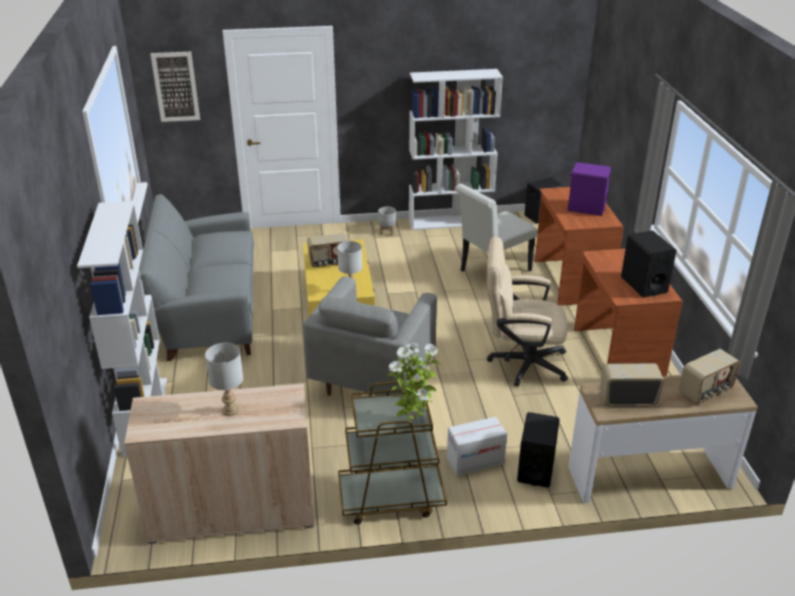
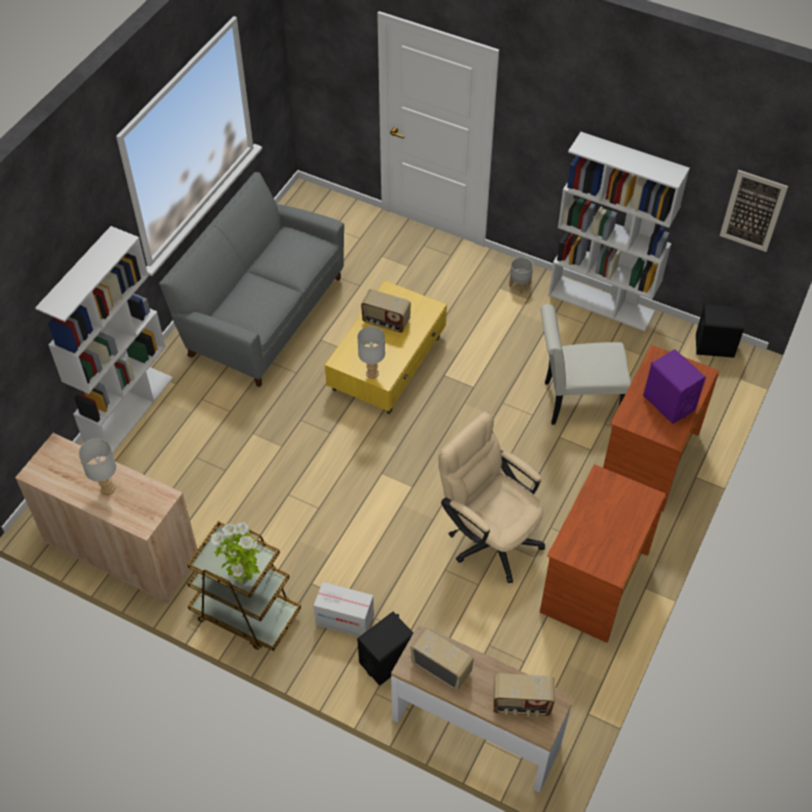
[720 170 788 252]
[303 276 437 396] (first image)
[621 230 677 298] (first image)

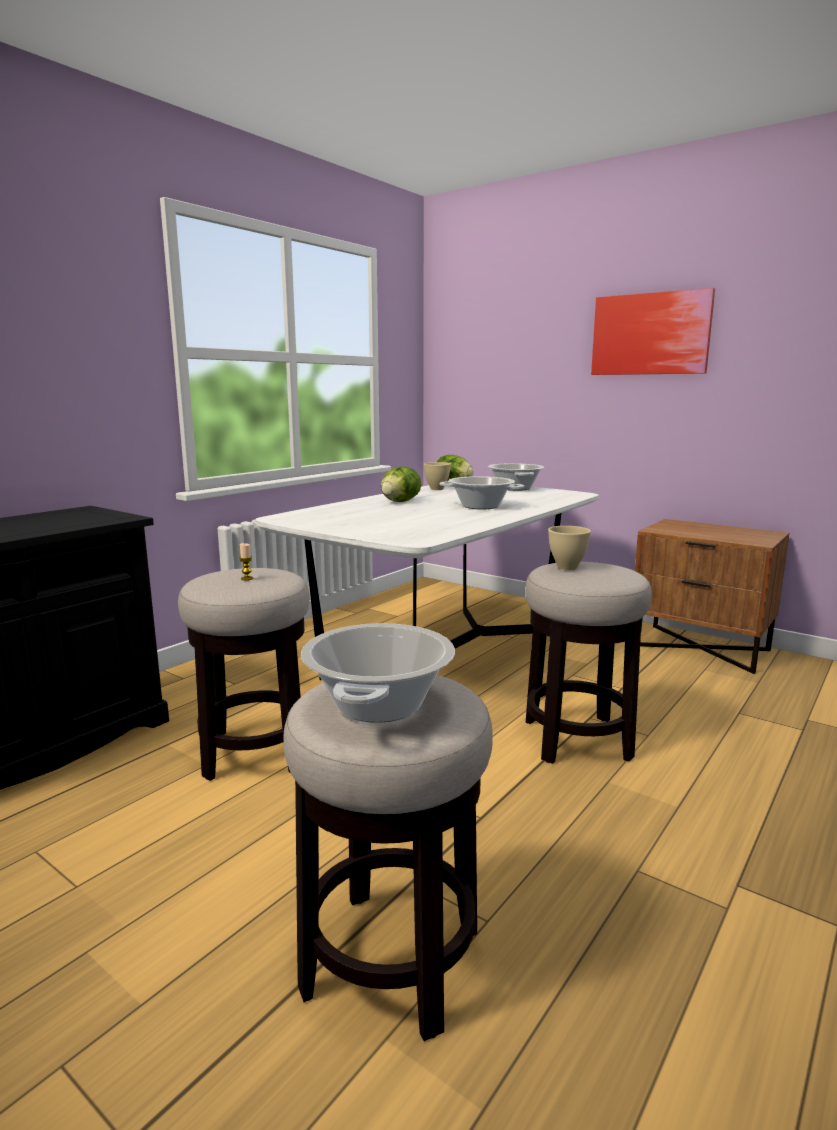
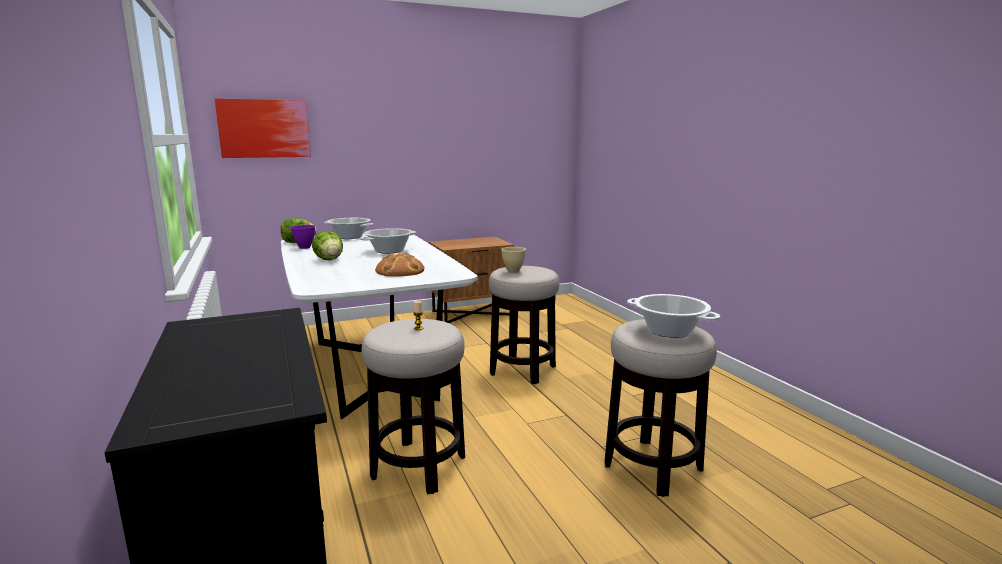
[215 98 311 158]
[291 225 315 249]
[375 252 425 277]

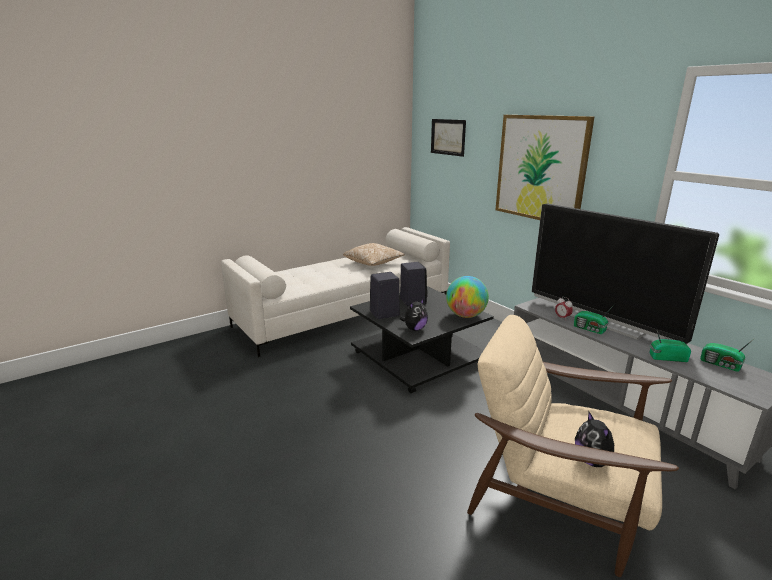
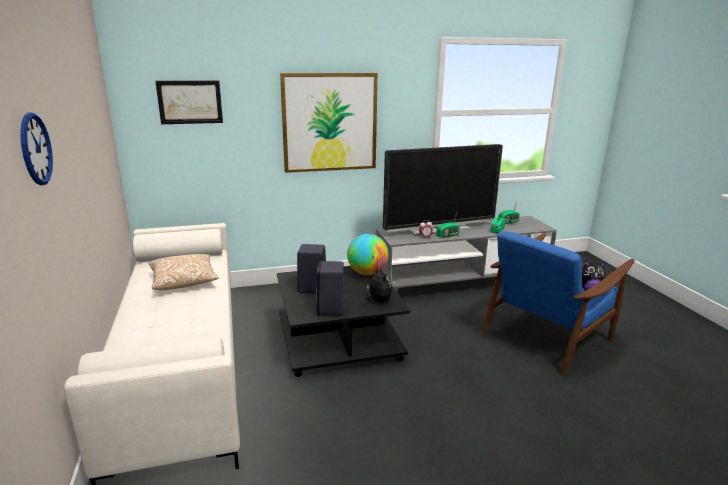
[20 112 53 185]
[482 232 635 376]

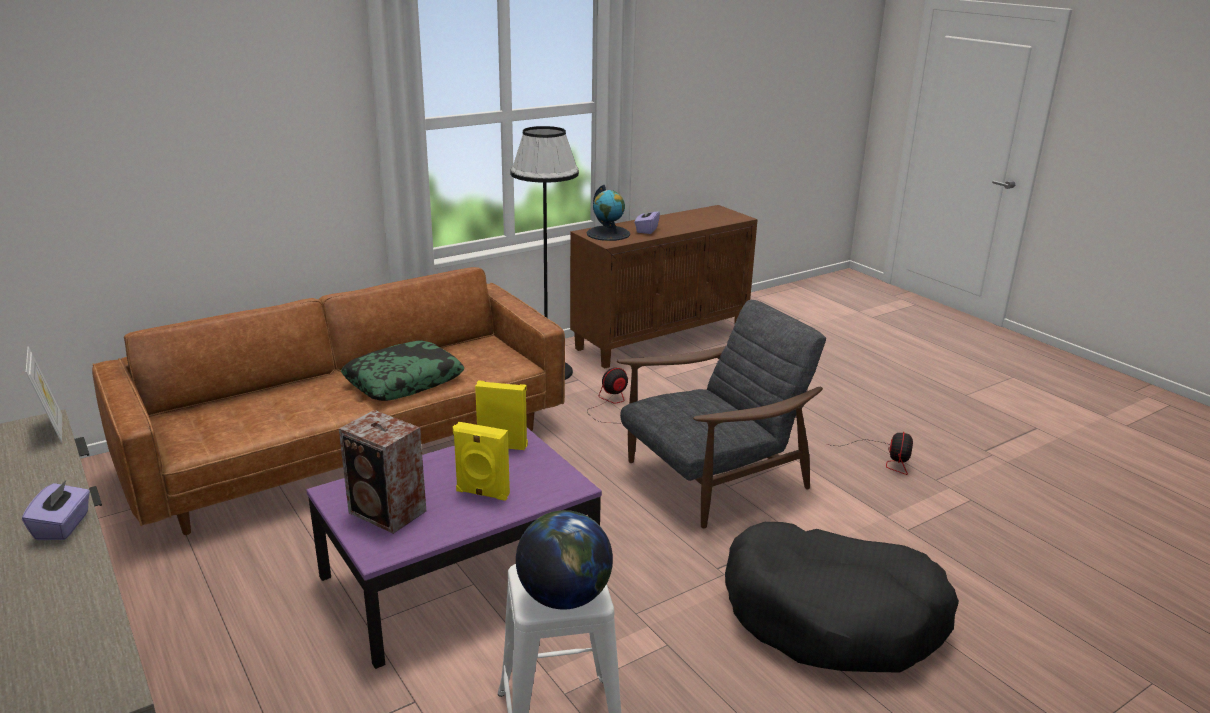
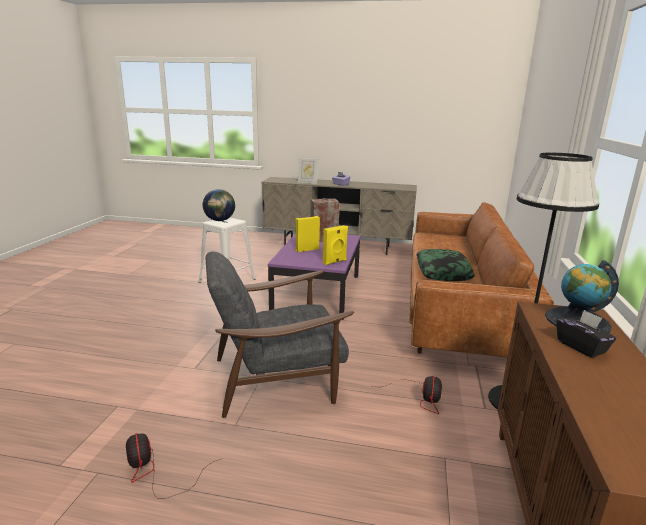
[206 252 354 418]
[297 156 319 184]
[557 310 616 358]
[725 522 959 672] (first image)

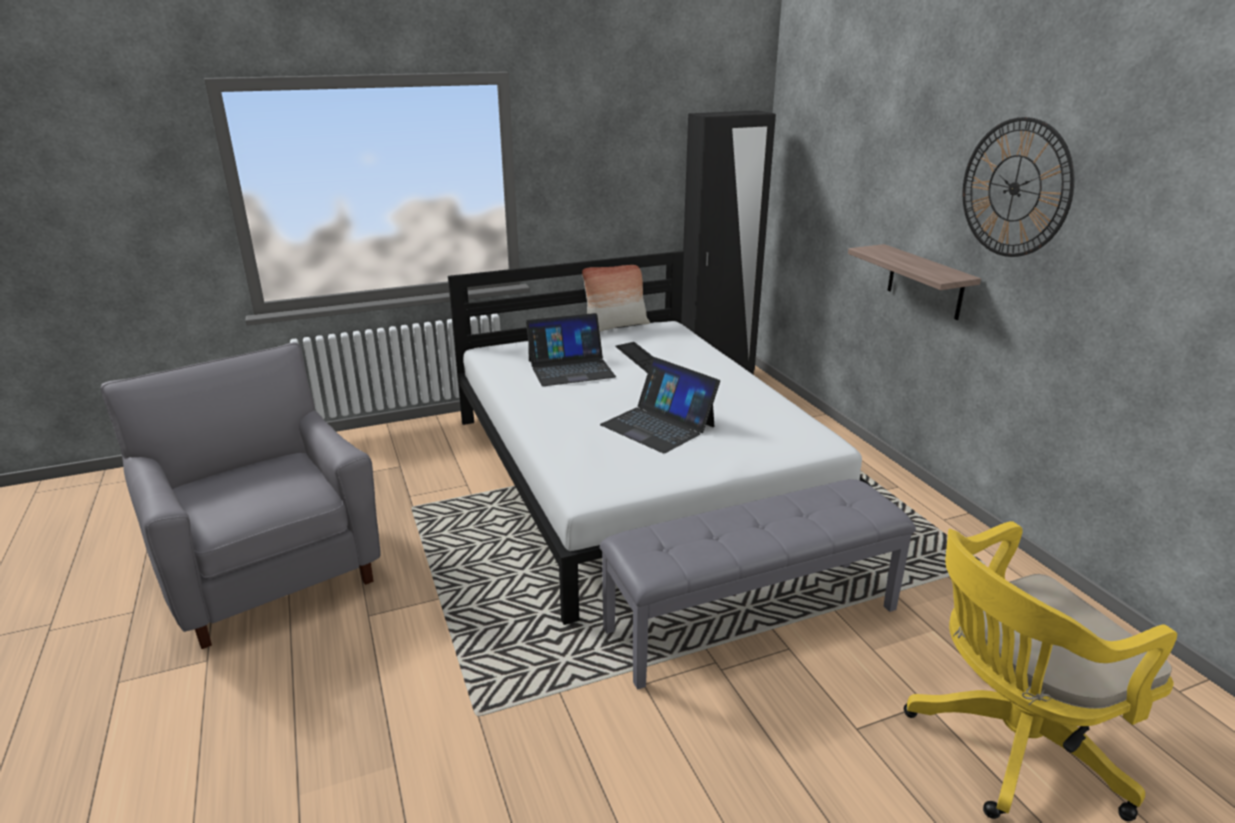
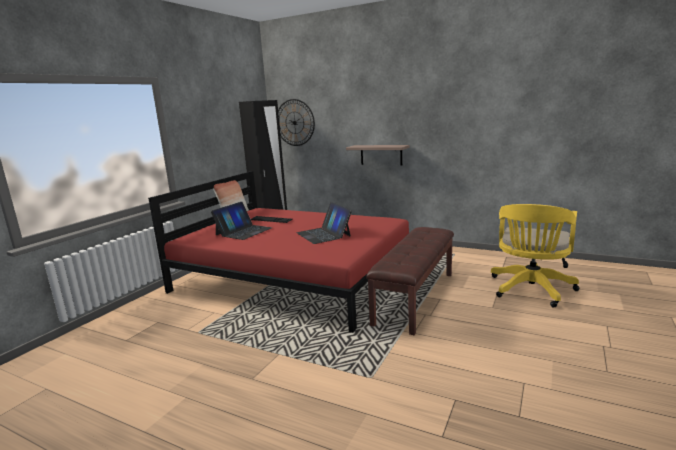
[148 171 409 333]
[278 99 315 146]
[297 202 352 244]
[366 227 454 335]
[101 342 381 649] (first image)

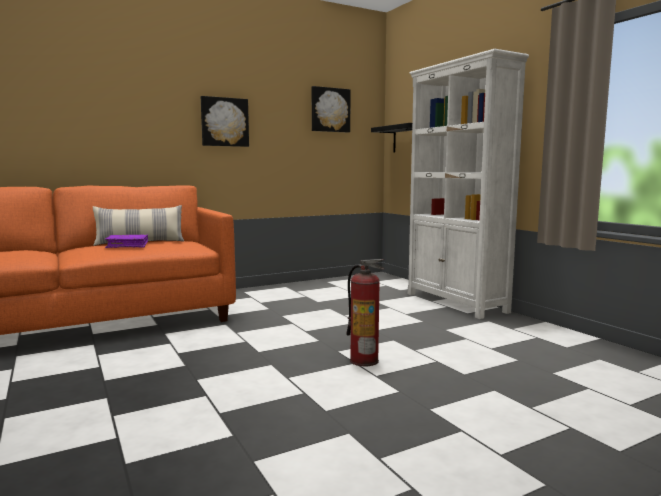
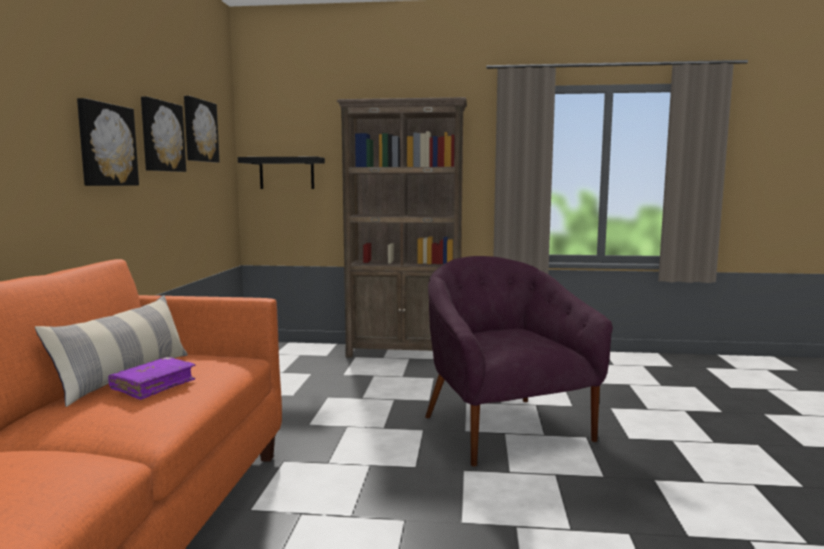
[141 97 186 172]
[337 97 467 358]
[425 256 613 466]

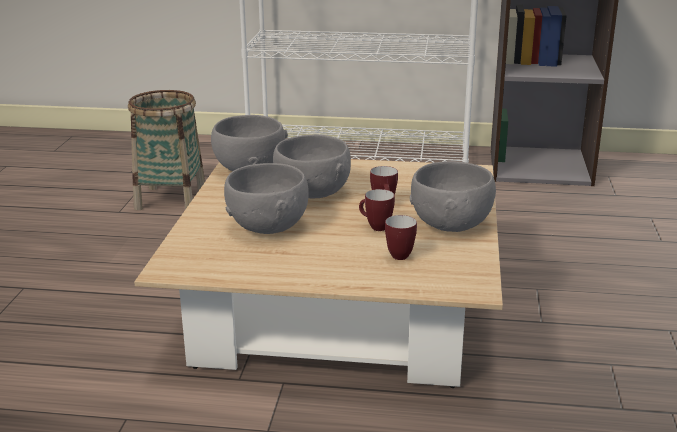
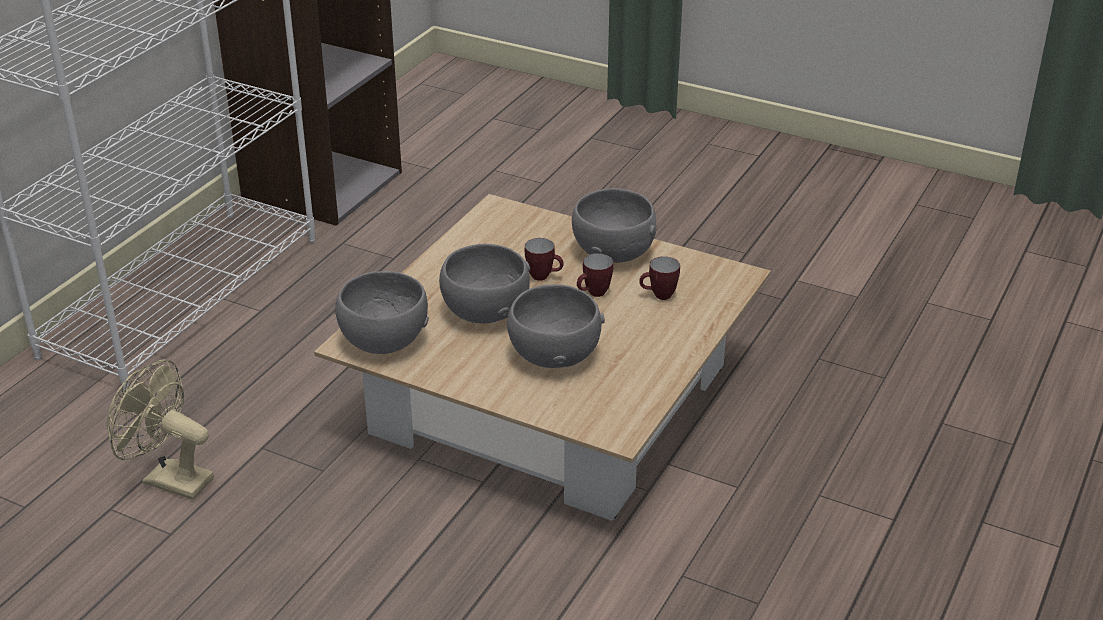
[107 359 214 500]

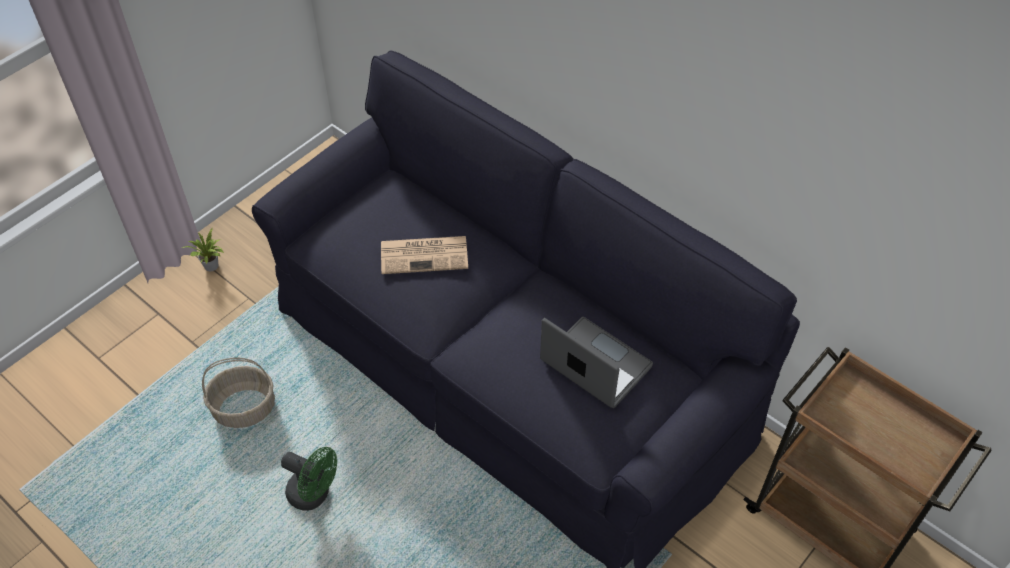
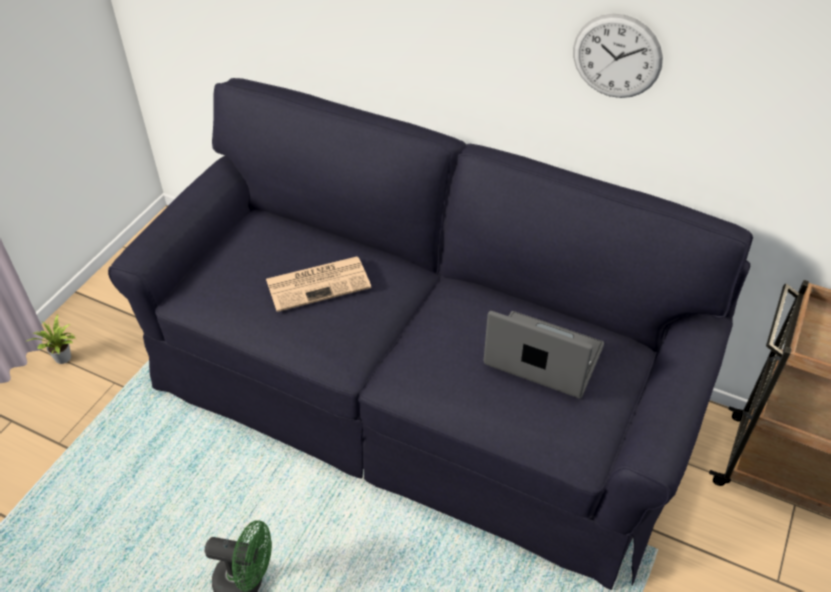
[573 14 663 98]
[202 357 275 428] (first image)

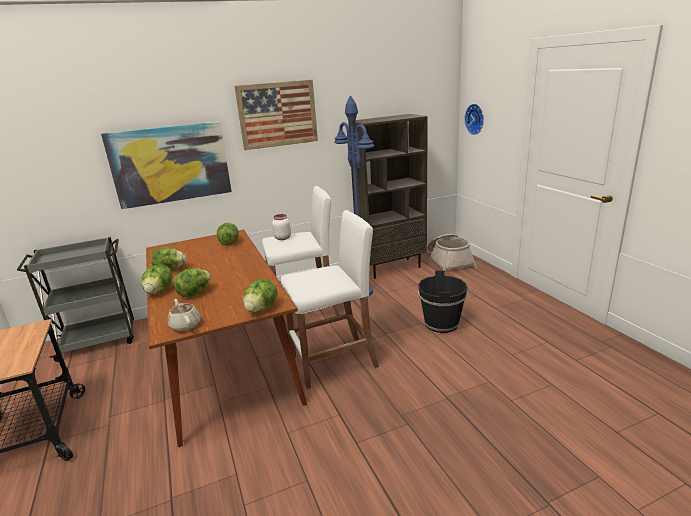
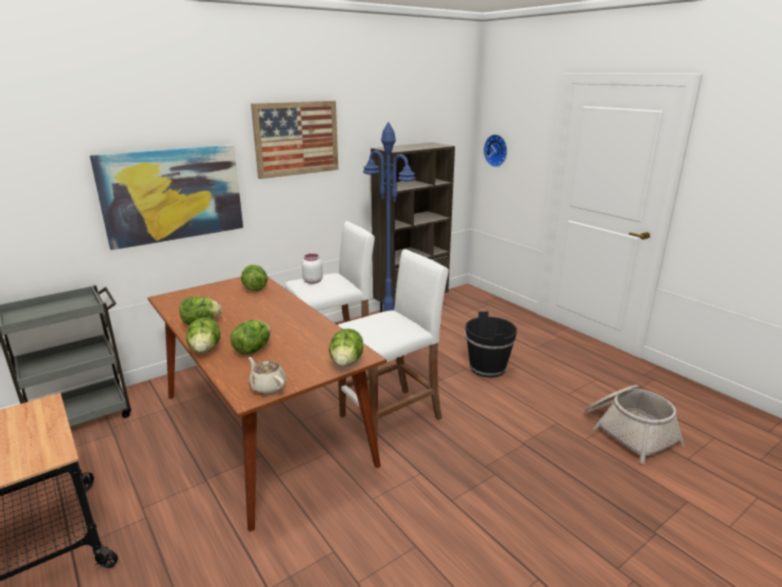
[585 385 684 464]

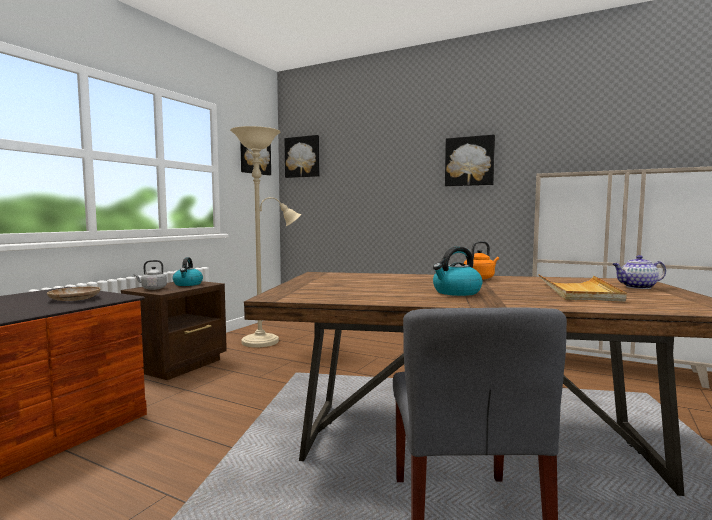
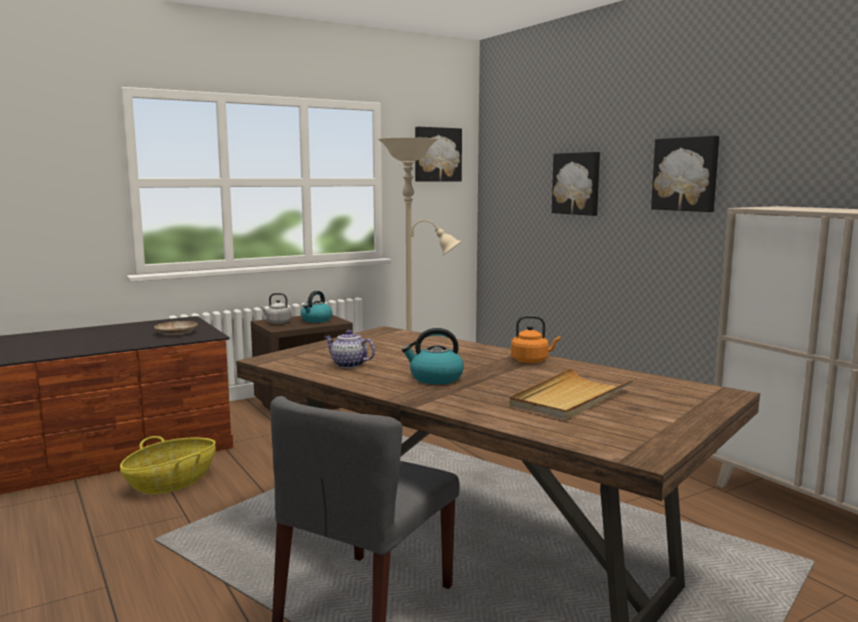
[120 436 216 494]
[324 330 375 368]
[552 152 600 216]

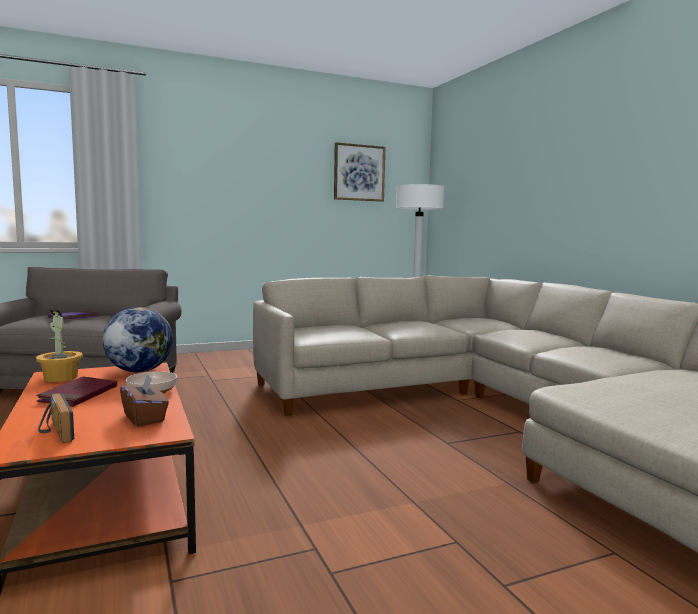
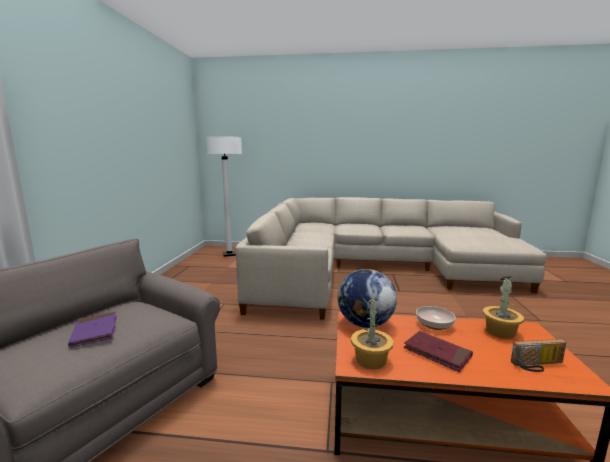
[483 277 524 339]
[334 142 385 202] (first image)

